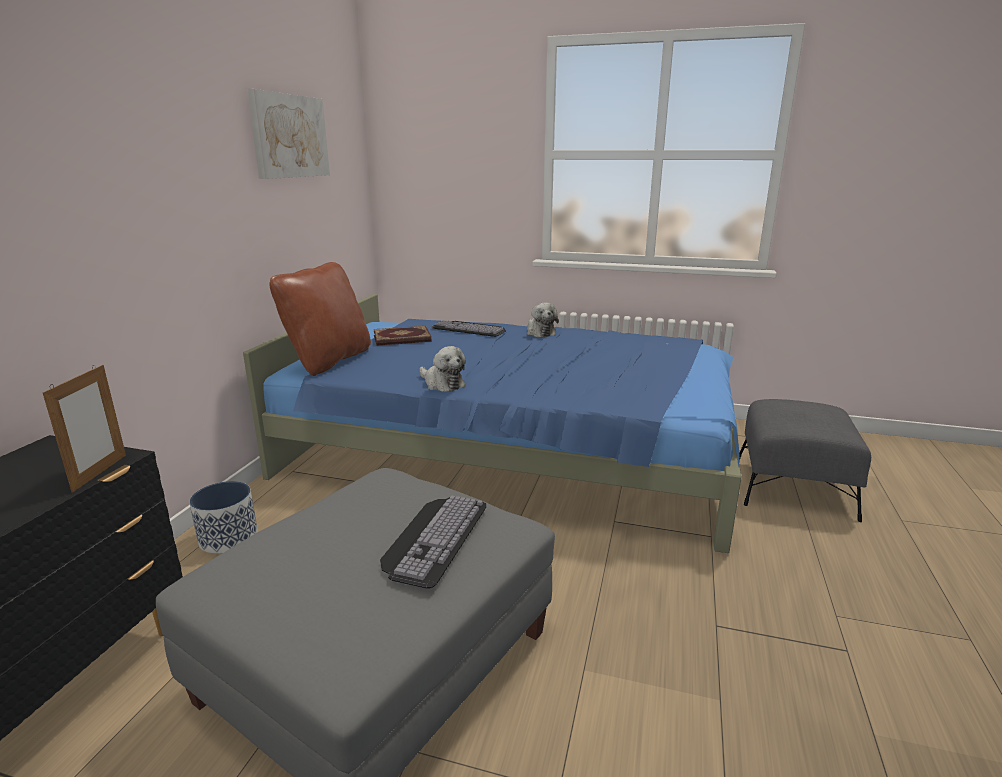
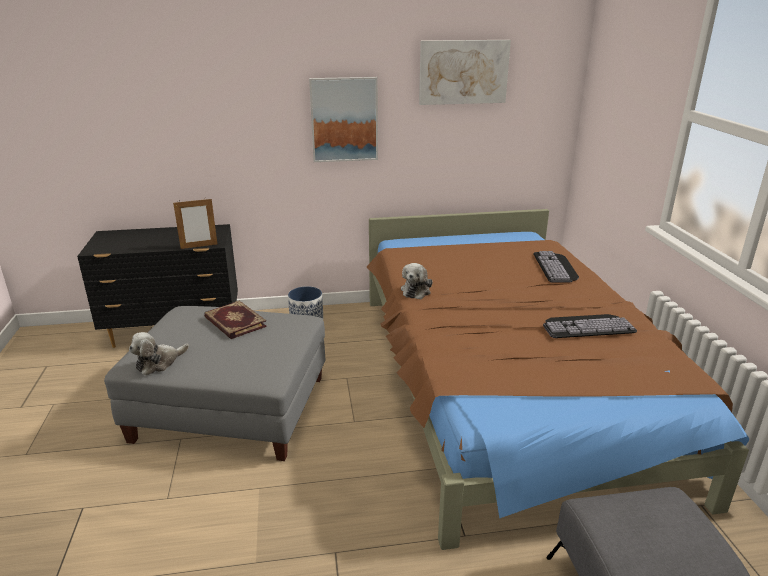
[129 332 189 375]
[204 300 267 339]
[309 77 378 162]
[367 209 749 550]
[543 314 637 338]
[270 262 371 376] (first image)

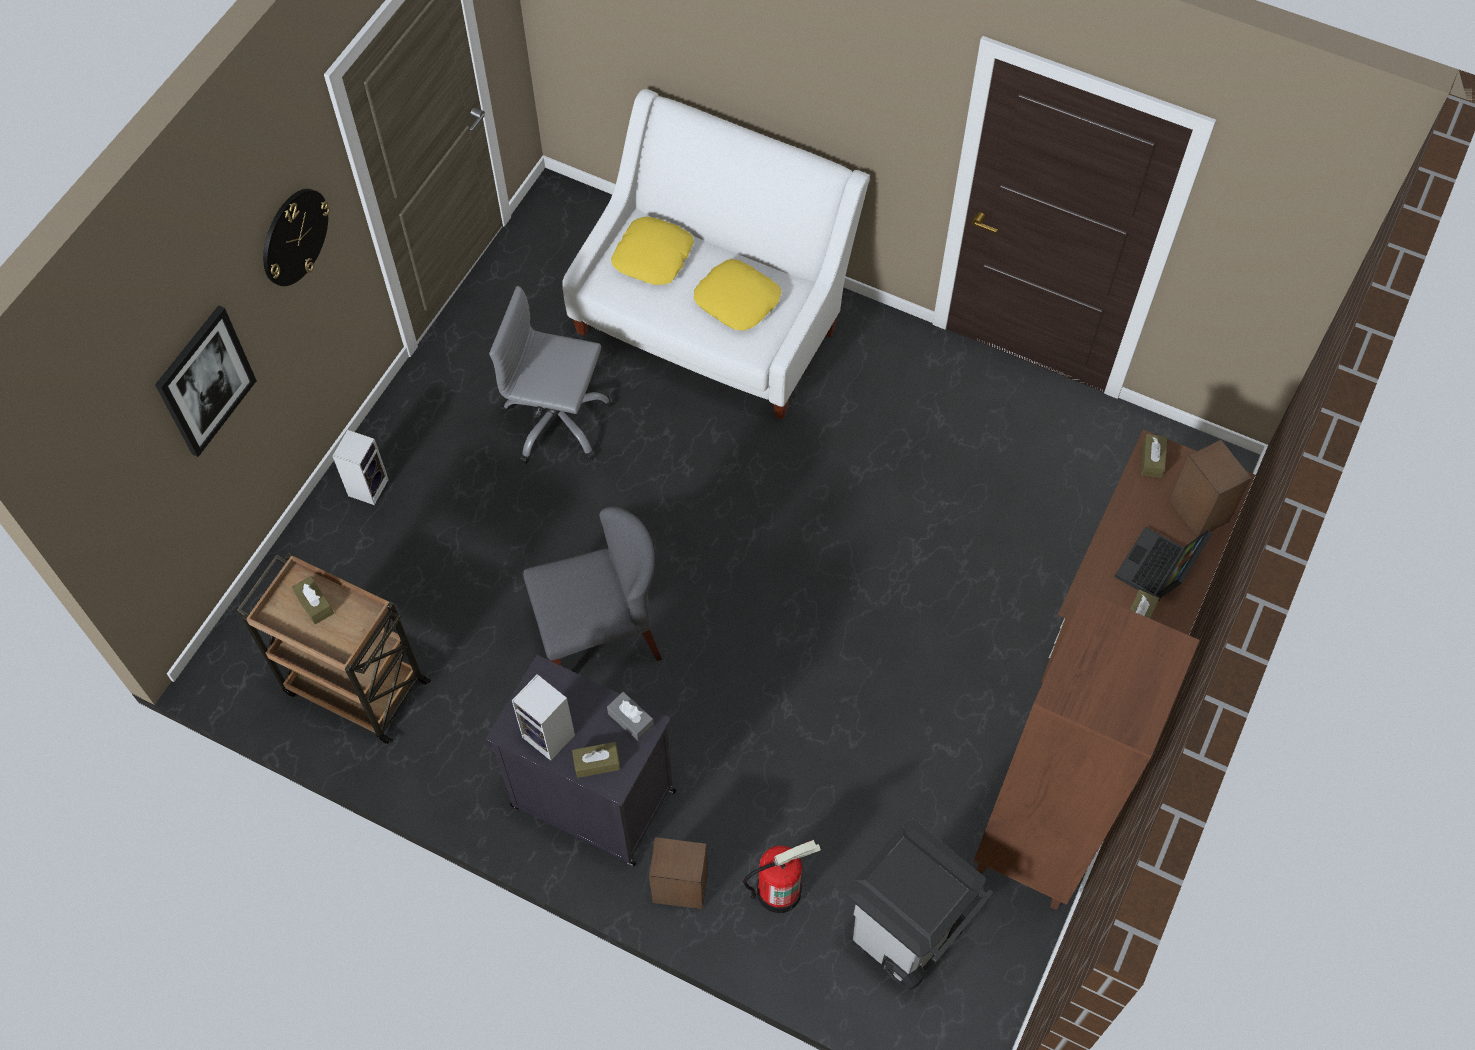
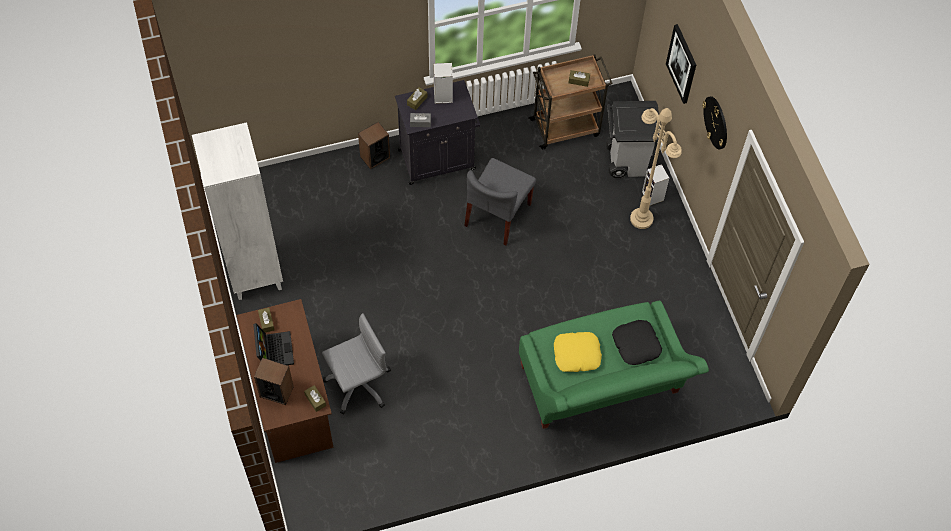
[192 122 283 300]
[322 313 391 414]
[519 301 709 429]
[606 101 660 178]
[612 320 662 365]
[630 108 682 229]
[743 840 821 913] (first image)

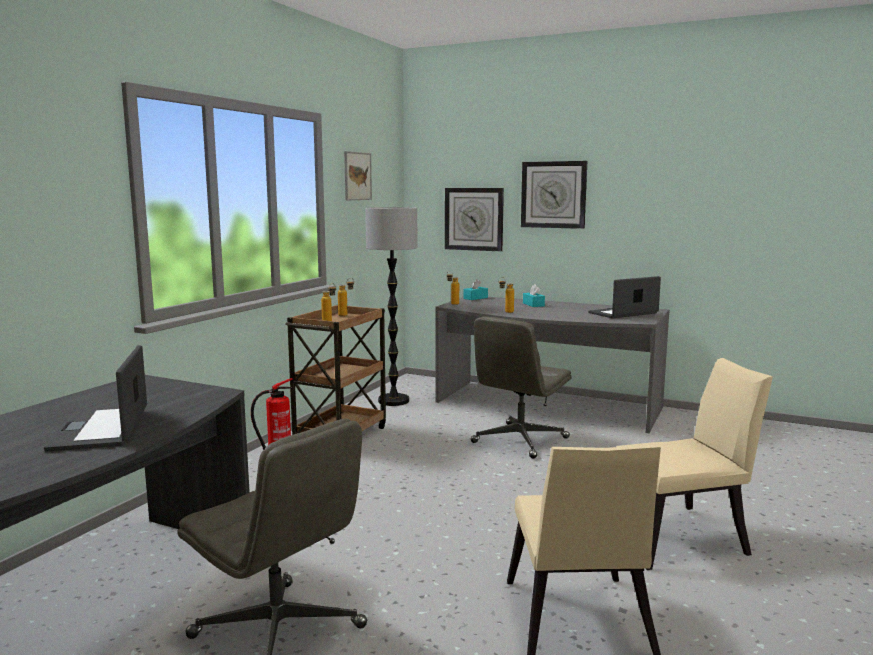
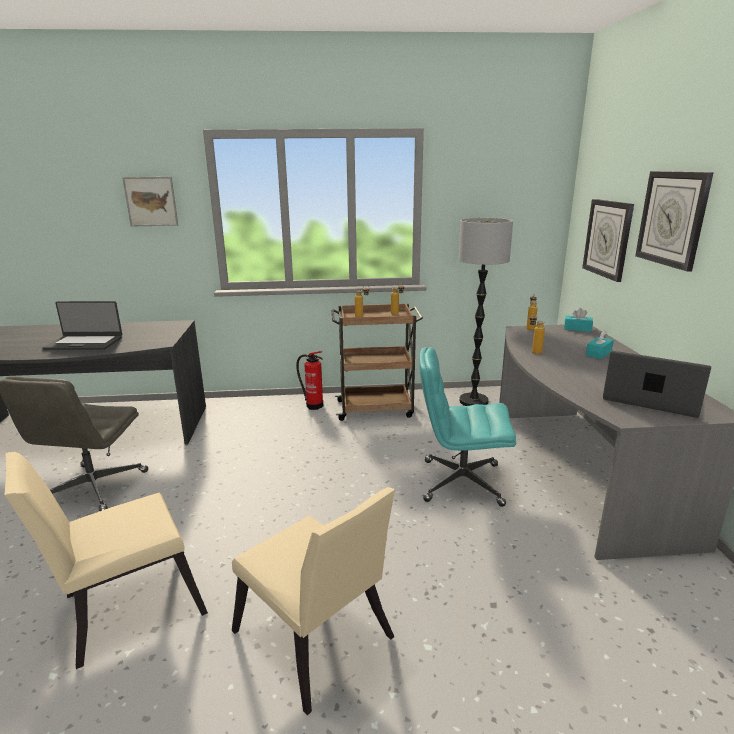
[42 301 122 350]
[122 177 178 227]
[419 347 516 507]

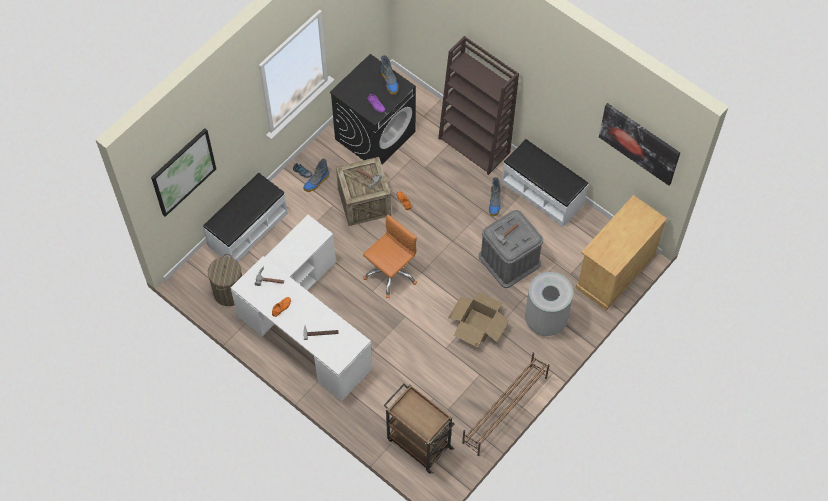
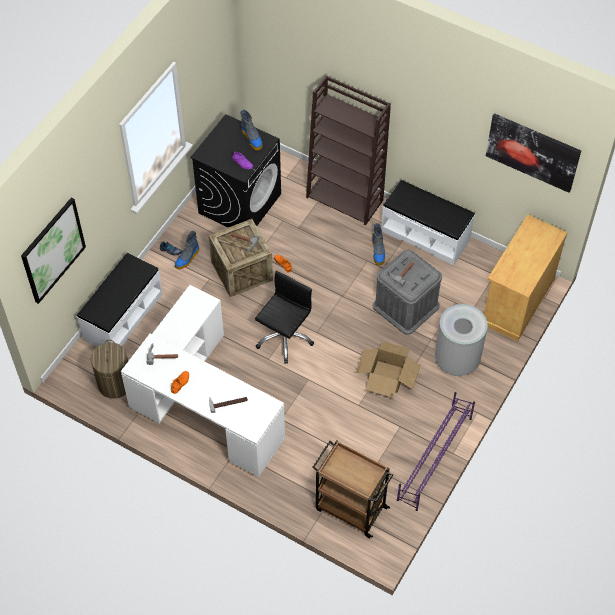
[255 271 314 364]
[397 392 475 511]

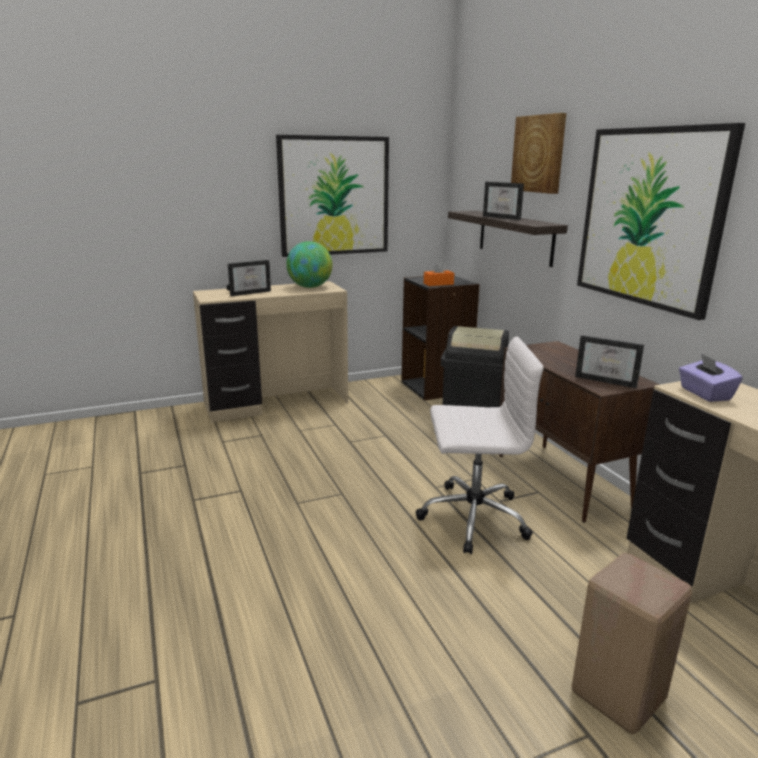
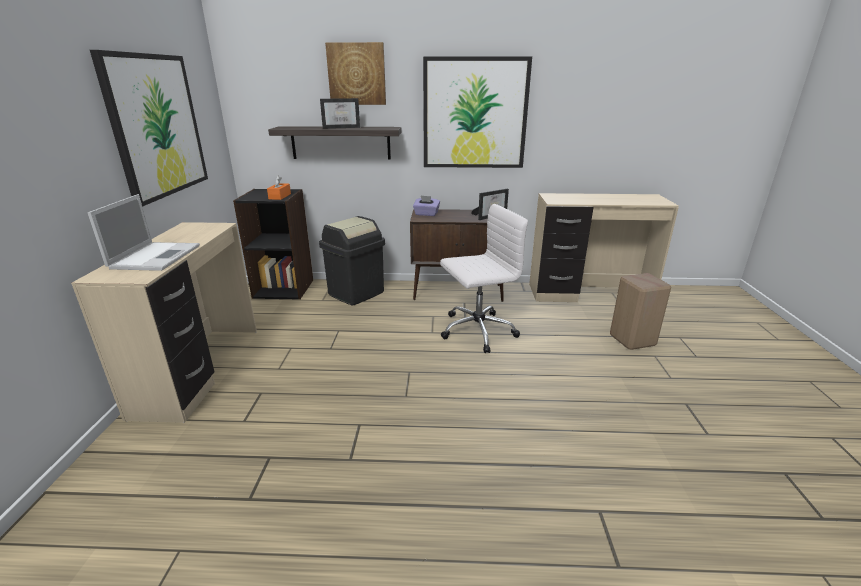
[88 194 200 271]
[413 196 440 216]
[440 204 528 353]
[286 241 333 288] (first image)

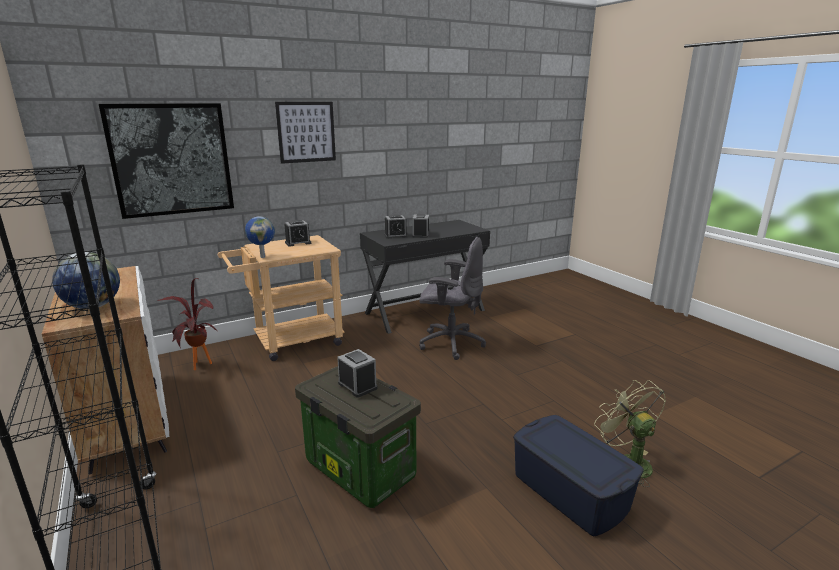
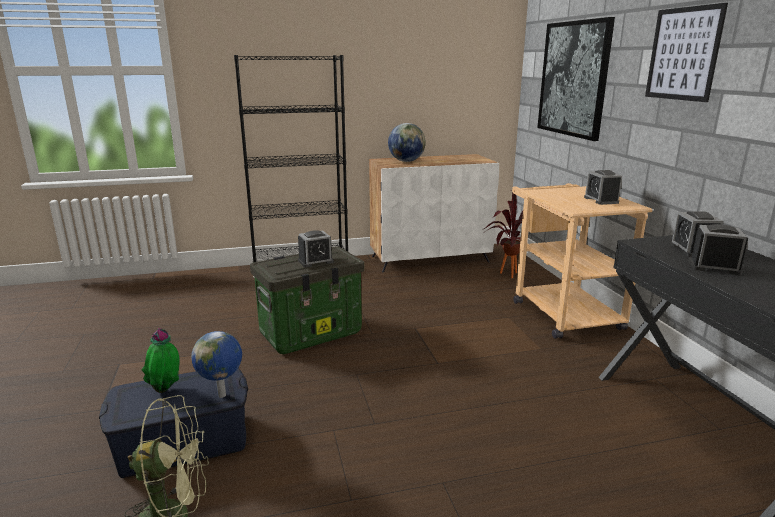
[142 328 180 393]
[191 331 242 398]
[419 237 486 360] (first image)

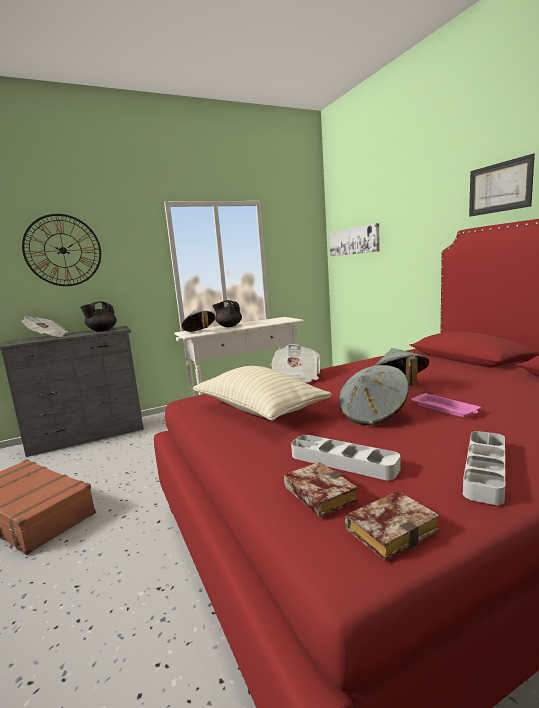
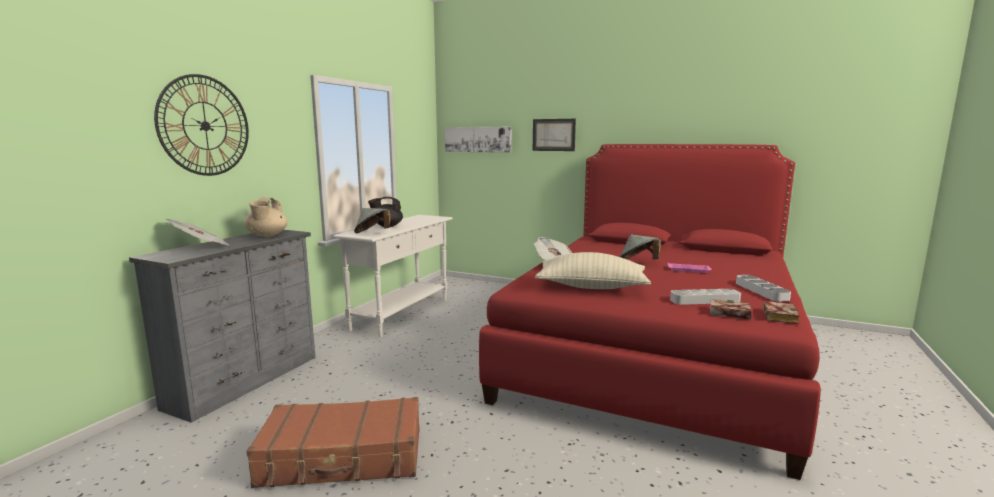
[244 197 288 237]
[533 119 576 151]
[339 365 409 425] (first image)

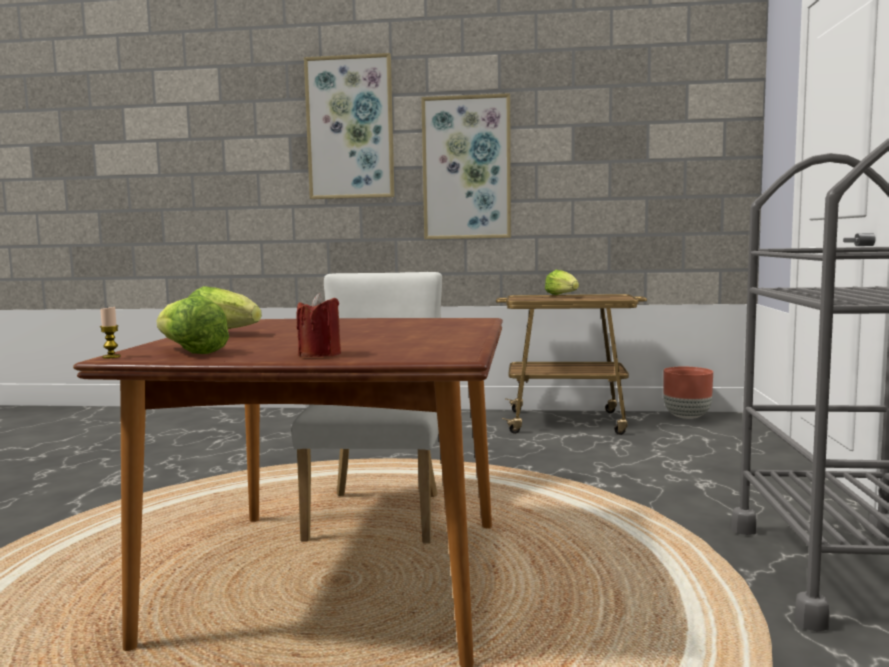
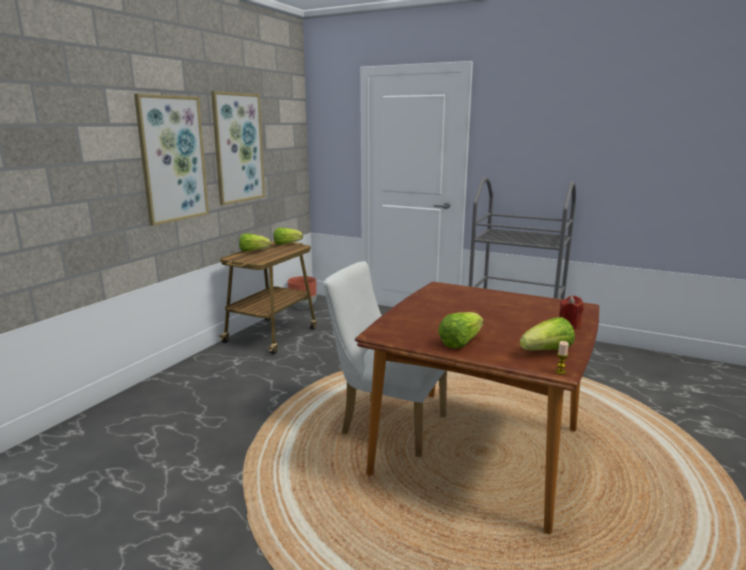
[211 91 265 205]
[273 228 303 245]

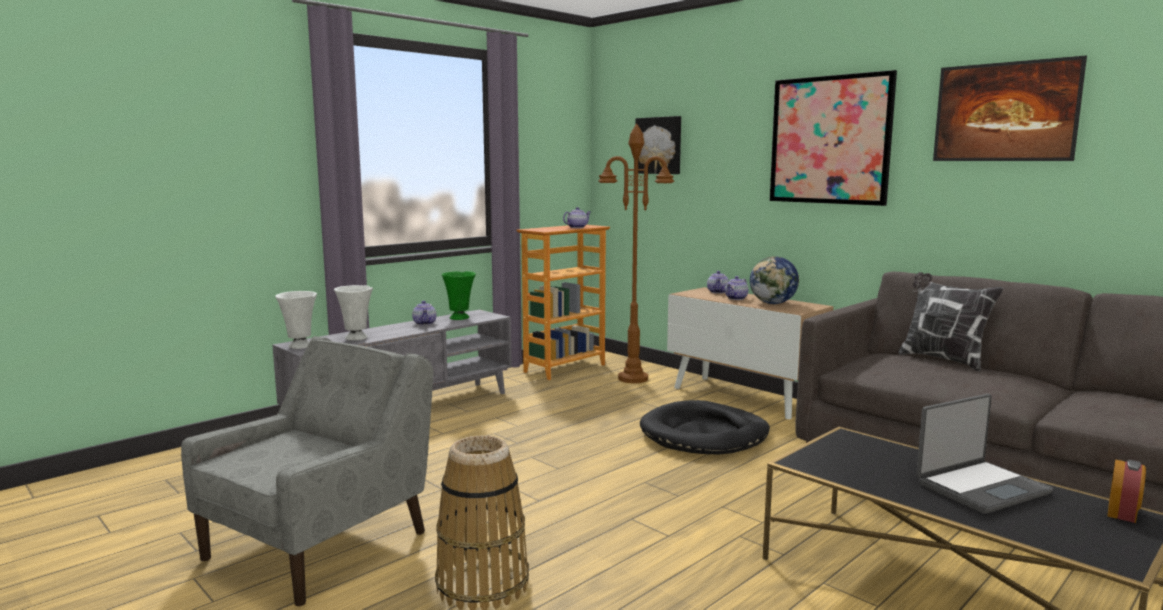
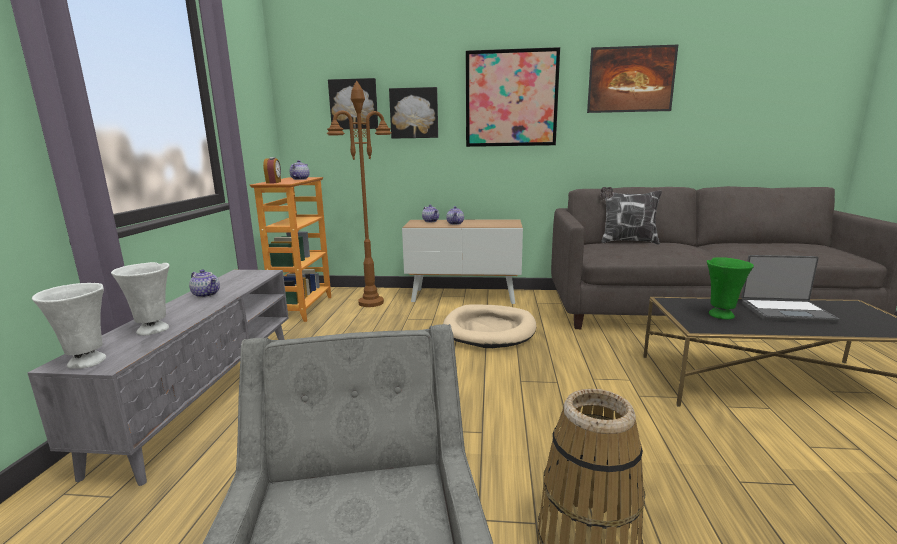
[263 157 281 184]
[389 87 438 139]
[443 305 536 348]
[707 257 754 319]
[741 255 839 322]
[750 256 799 304] (first image)

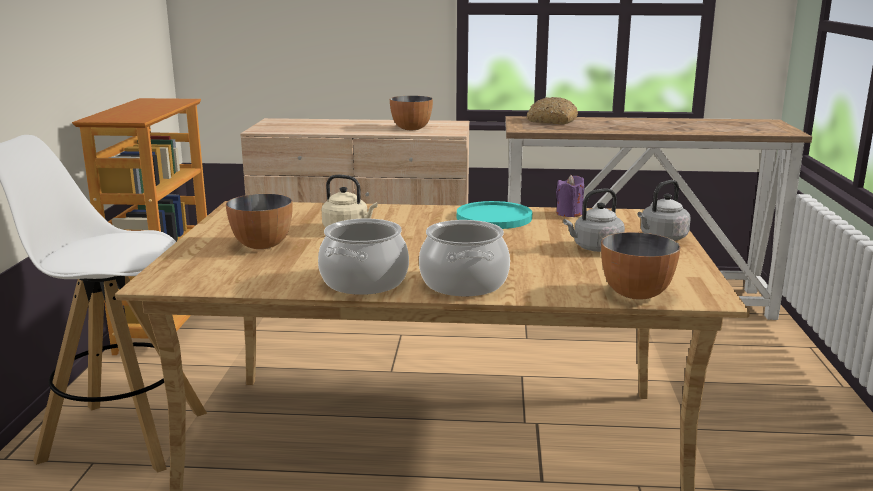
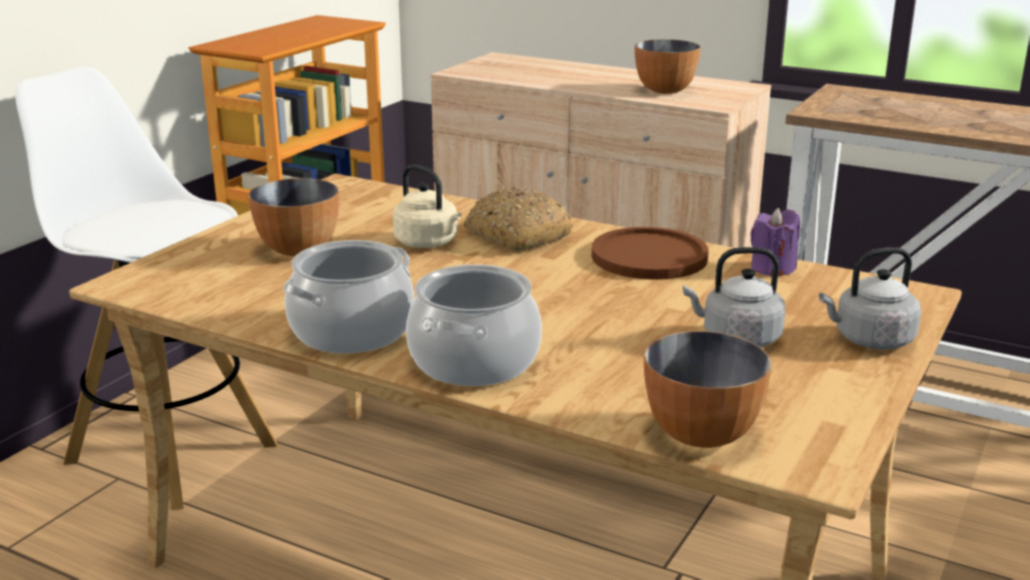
[464 187 574 251]
[592 227 709 280]

